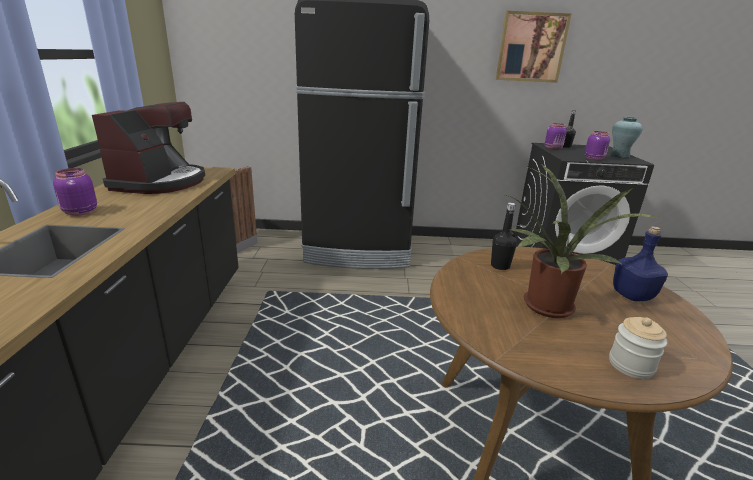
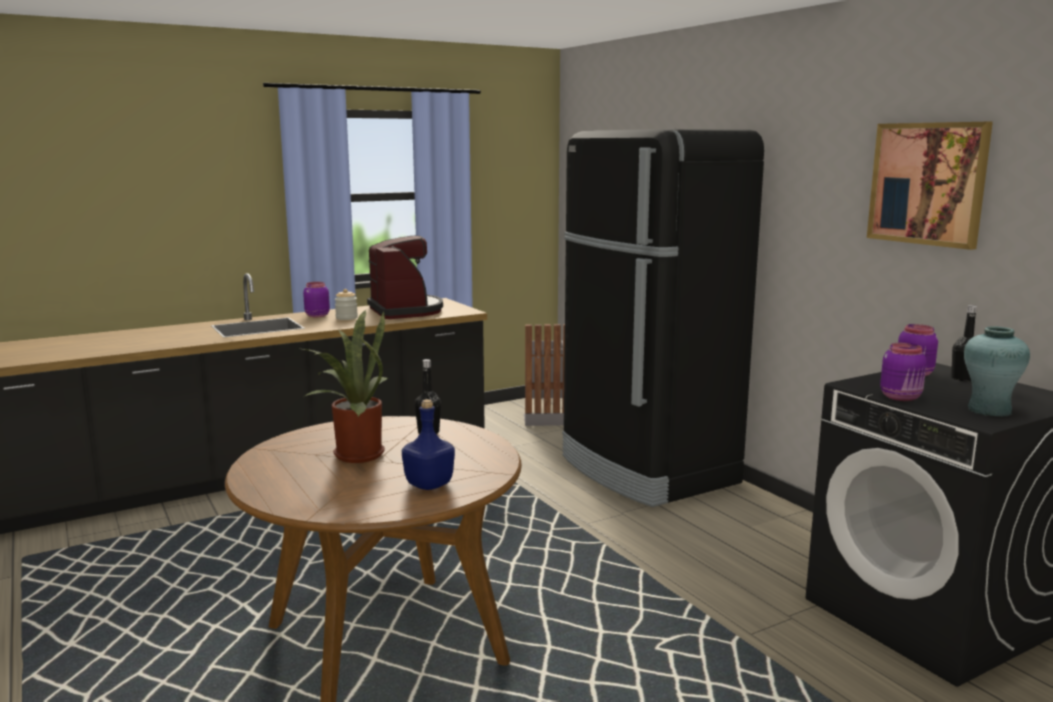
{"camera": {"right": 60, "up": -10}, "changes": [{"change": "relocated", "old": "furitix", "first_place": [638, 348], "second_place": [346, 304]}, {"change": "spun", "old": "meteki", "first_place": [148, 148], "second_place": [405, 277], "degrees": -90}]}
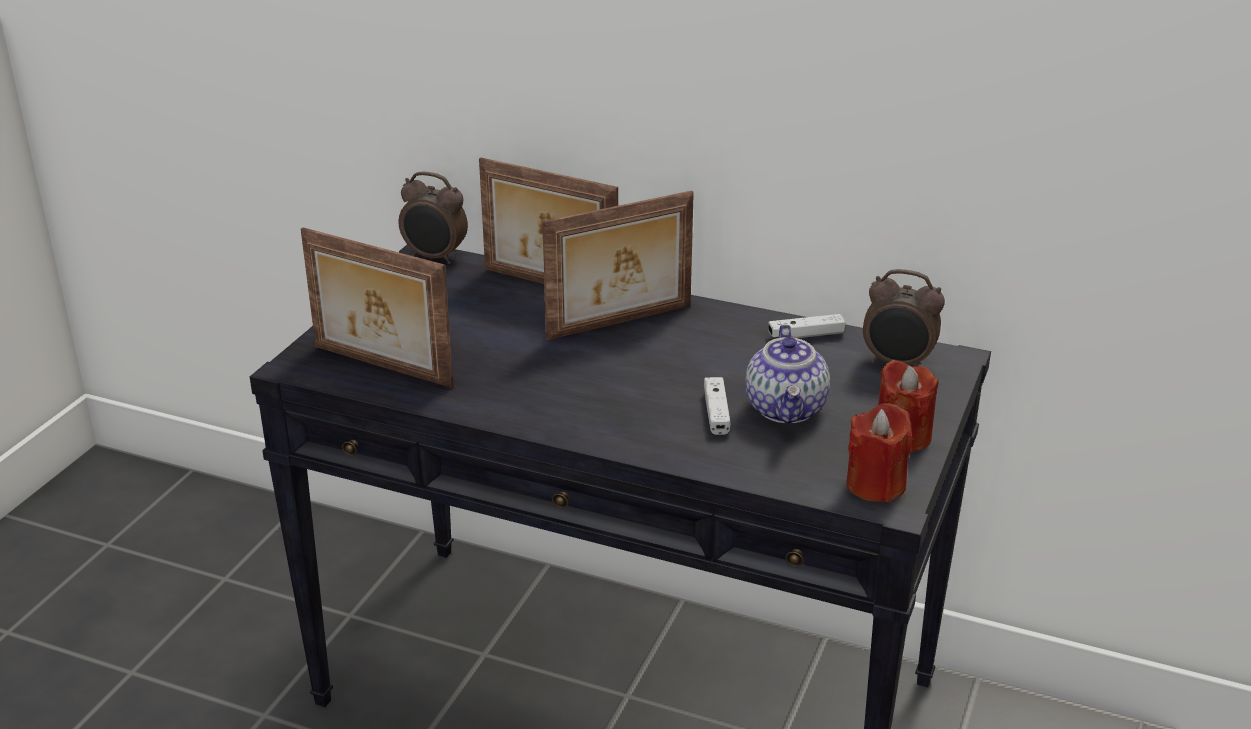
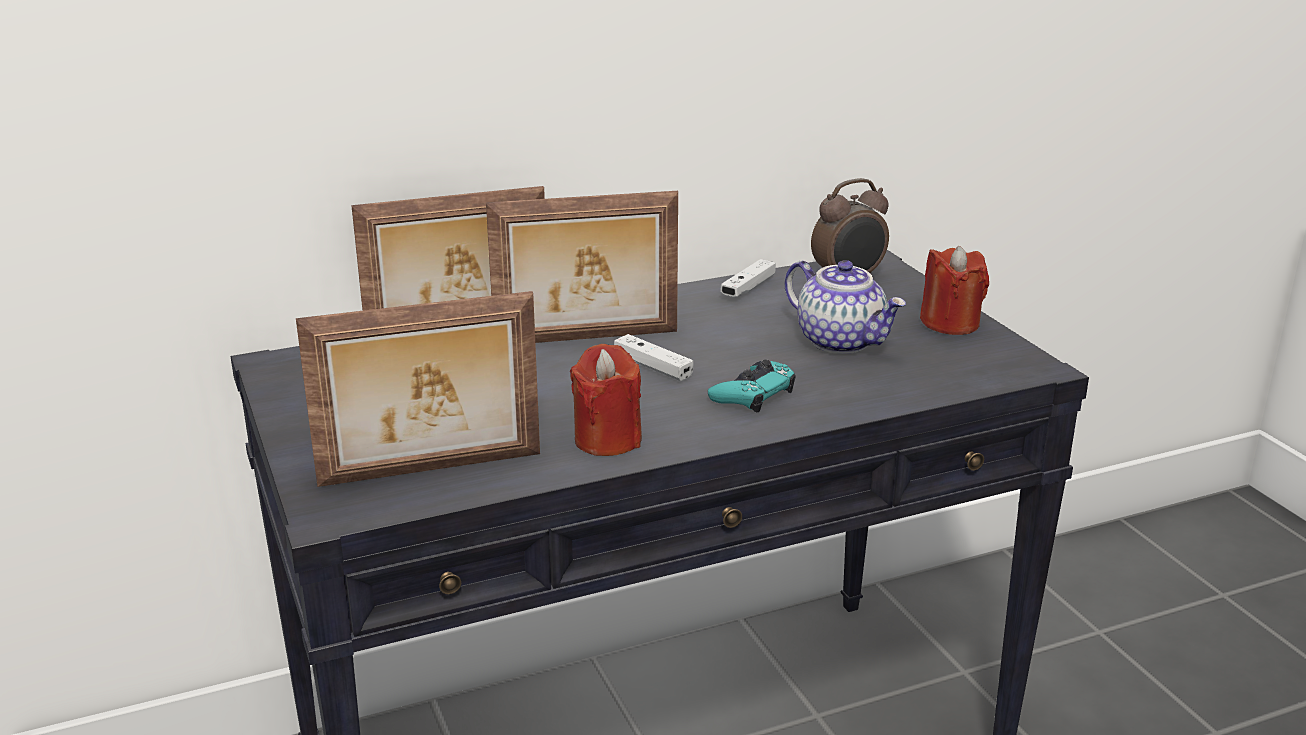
{"camera": {"right": -45, "up": -5}, "changes": [{"change": "missing", "old": "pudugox", "first_place": [433, 217]}, {"change": "appeared", "new": "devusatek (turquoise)", "second_place": [752, 385]}, {"change": "relocated", "old": "devusatek (white)", "first_place": [717, 406], "second_place": [653, 357]}, {"change": "relocated", "old": "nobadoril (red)", "first_place": [879, 453], "second_place": [606, 400]}, {"change": "spun", "old": "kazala", "first_place": [618, 265], "second_place": [582, 267], "degrees": 60}]}
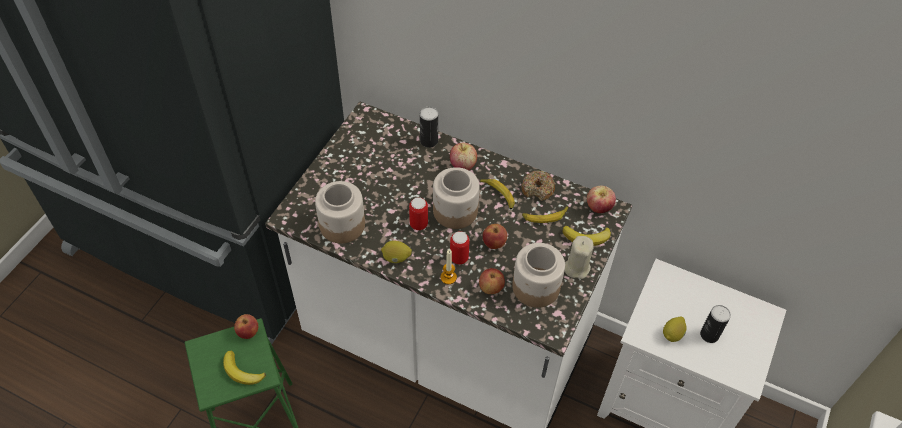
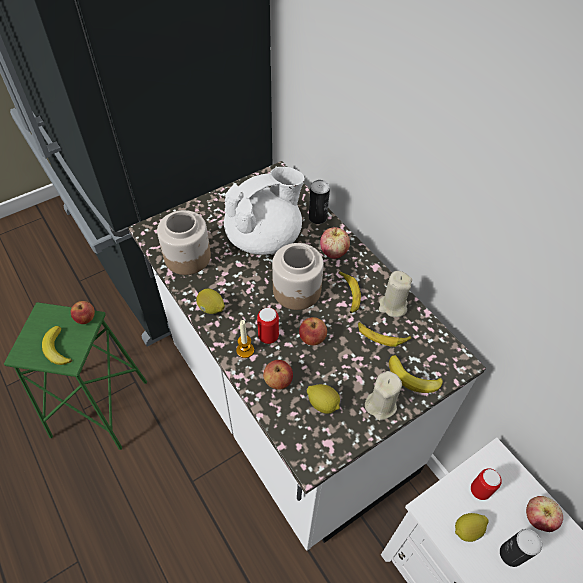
{"camera": {"right": 30, "up": 0}, "changes": [{"change": "appeared", "new": "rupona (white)", "second_place": [264, 211]}, {"change": "relocated", "old": "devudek", "first_place": [418, 213], "second_place": [486, 484]}, {"change": "relocated", "old": "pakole", "first_place": [601, 199], "second_place": [544, 514]}, {"change": "exchanged", "old": "furitix", "new": "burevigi", "first_place": [538, 275], "second_place": [323, 399]}, {"change": "exchanged", "old": "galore", "new": "nobadoril (beige)", "first_place": [538, 185], "second_place": [395, 294]}]}
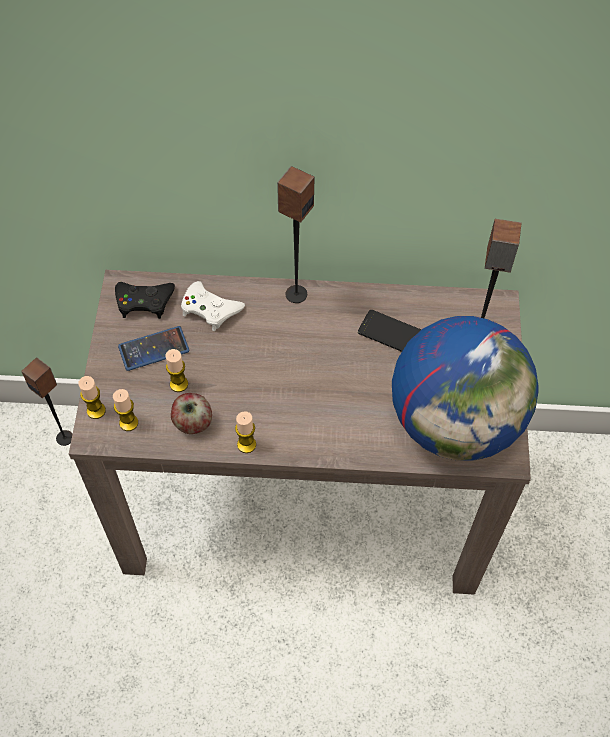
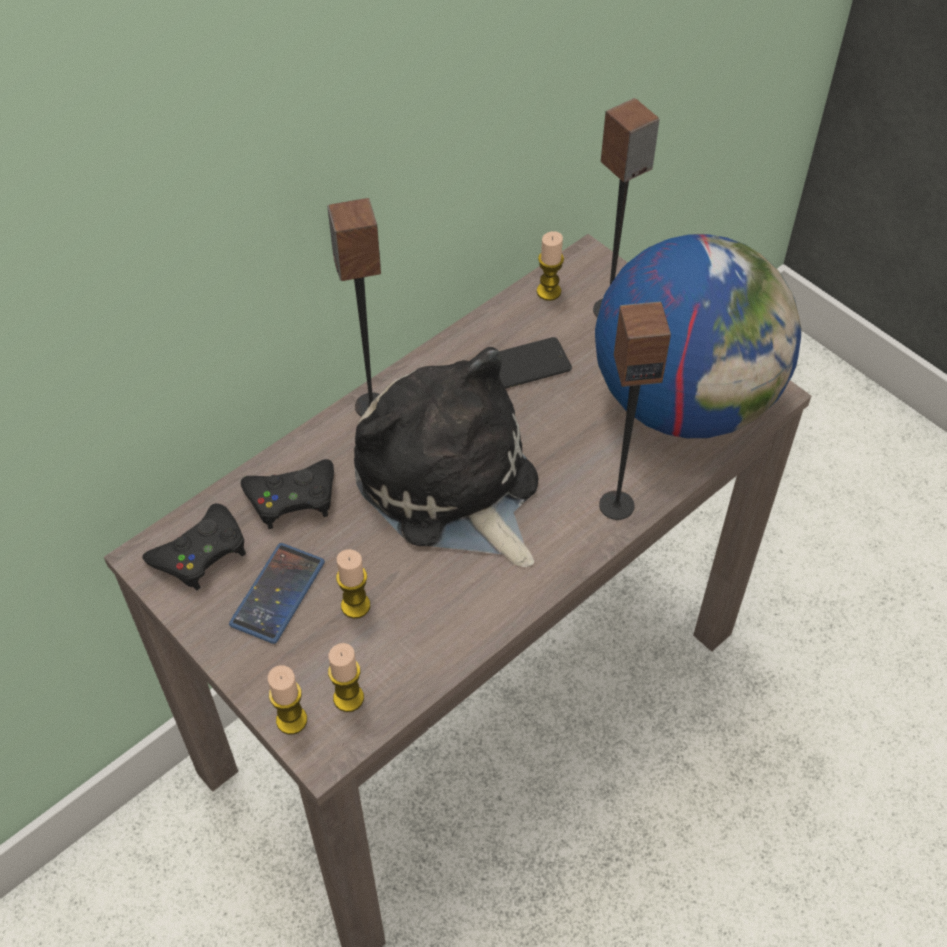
{"camera": {"right": -45, "up": -5}, "changes": [{"change": "missing", "old": "pakole", "first_place": [191, 413]}, {"change": "appeared", "new": "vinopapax", "second_place": [446, 457]}, {"change": "relocated", "old": "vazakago", "first_place": [46, 402], "second_place": [635, 410]}, {"change": "relocated", "old": "nobadoril", "first_place": [245, 432], "second_place": [550, 266]}, {"change": "colour", "old": "devusatek (white)", "new": "devusatek (black)", "first_place": [213, 306], "second_place": [287, 494]}]}
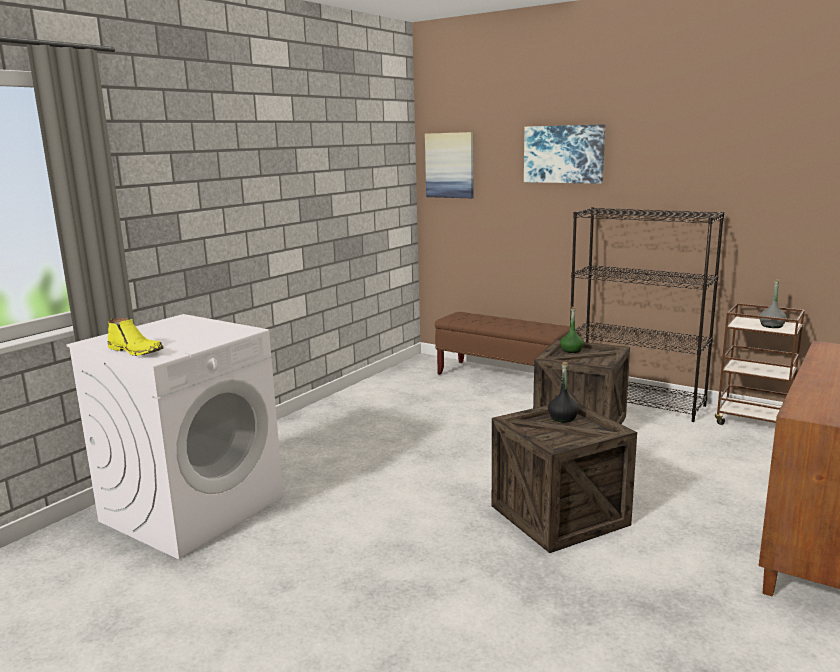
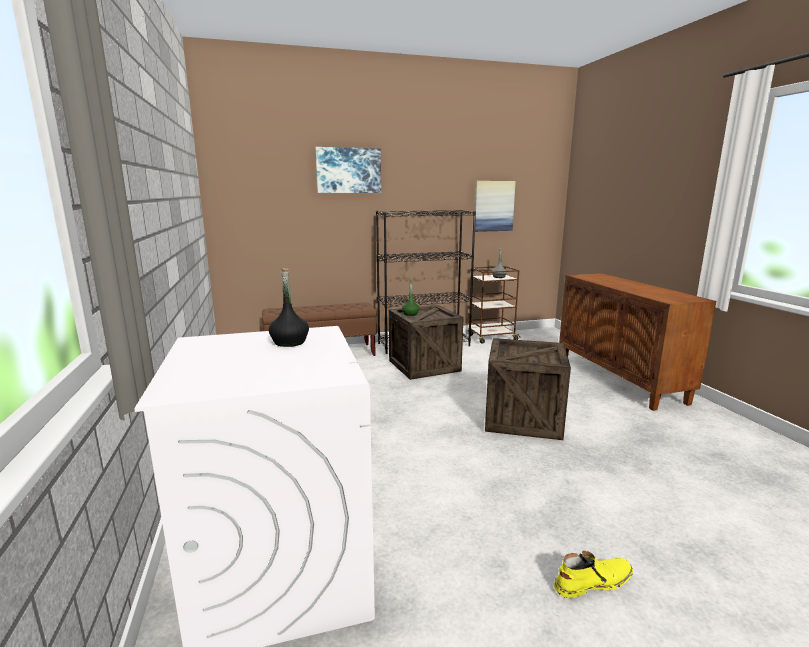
{"camera": {"right": -50, "up": 0}, "changes": [{"change": "relocated", "old": "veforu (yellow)", "first_place": [136, 337], "second_place": [593, 574]}, {"change": "relocated", "old": "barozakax", "first_place": [449, 165], "second_place": [495, 206]}, {"change": "relocated", "old": "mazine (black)", "first_place": [563, 392], "second_place": [289, 307]}]}
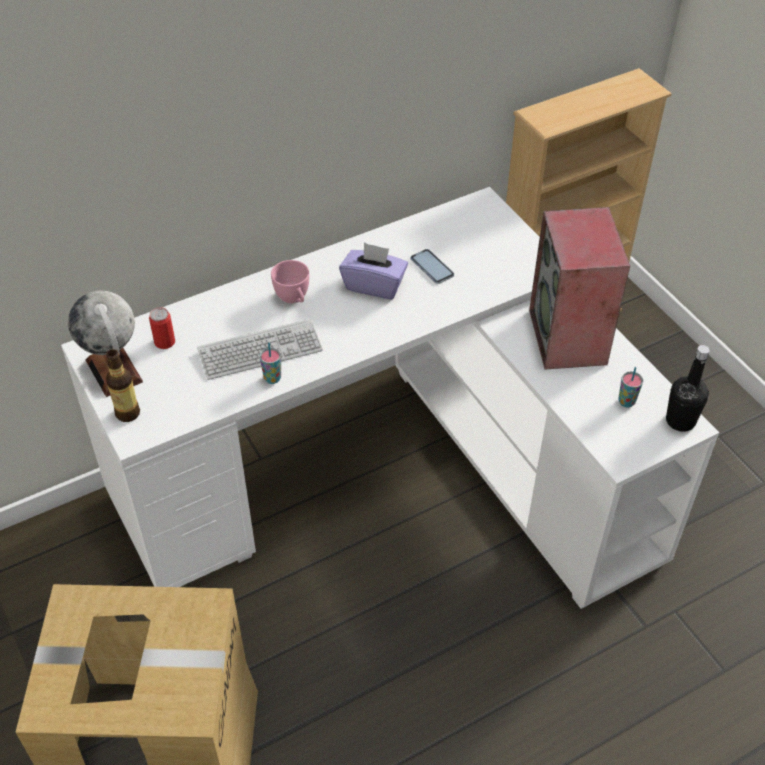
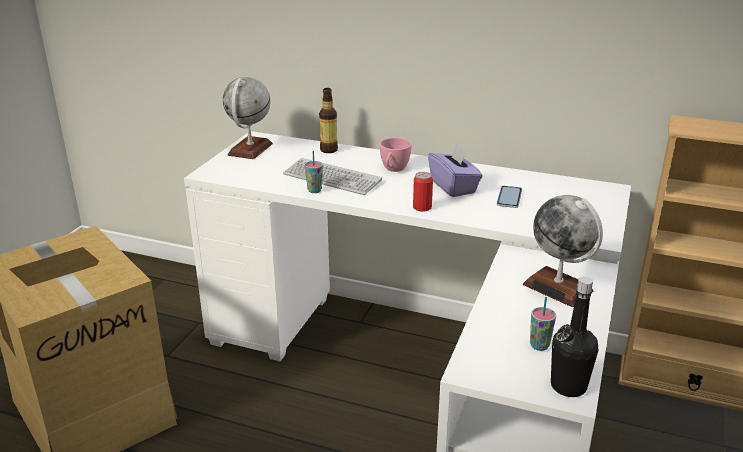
{"camera": {"right": 50, "up": -20}, "changes": [{"change": "relocated", "old": "mazine", "first_place": [123, 385], "second_place": [328, 120]}, {"change": "relocated", "old": "devudek", "first_place": [162, 328], "second_place": [423, 192]}, {"change": "exchanged", "old": "vazakago", "new": "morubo", "first_place": [579, 288], "second_place": [563, 251]}]}
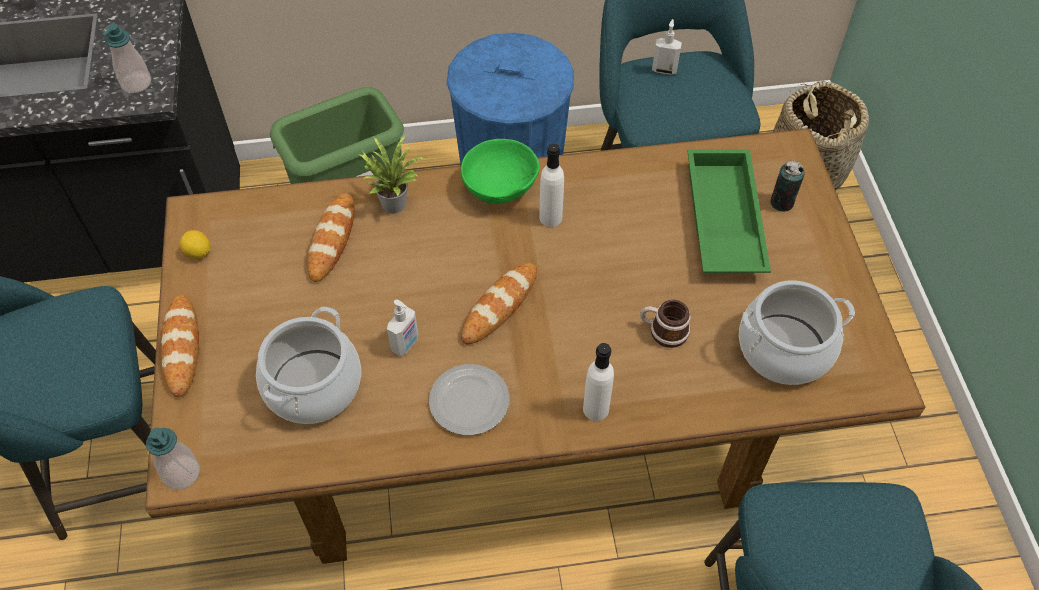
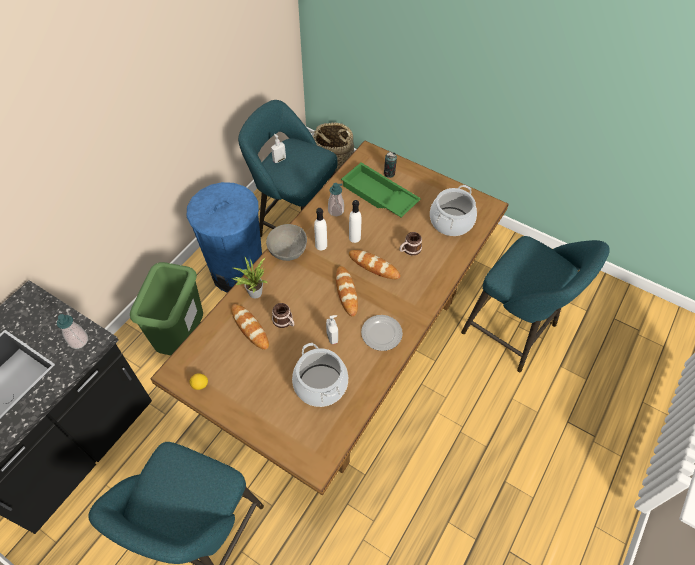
{"camera": {"right": -50, "up": 0}, "changes": [{"change": "appeared", "new": "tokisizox", "second_place": [283, 315]}, {"change": "relocated", "old": "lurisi", "first_place": [173, 459], "second_place": [336, 199]}, {"change": "relocated", "old": "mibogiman", "first_place": [180, 346], "second_place": [374, 264]}, {"change": "relocated", "old": "mazine (white)", "first_place": [598, 382], "second_place": [355, 221]}, {"change": "colour", "old": "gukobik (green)", "new": "gukobik (grey)", "first_place": [500, 171], "second_place": [286, 242]}]}
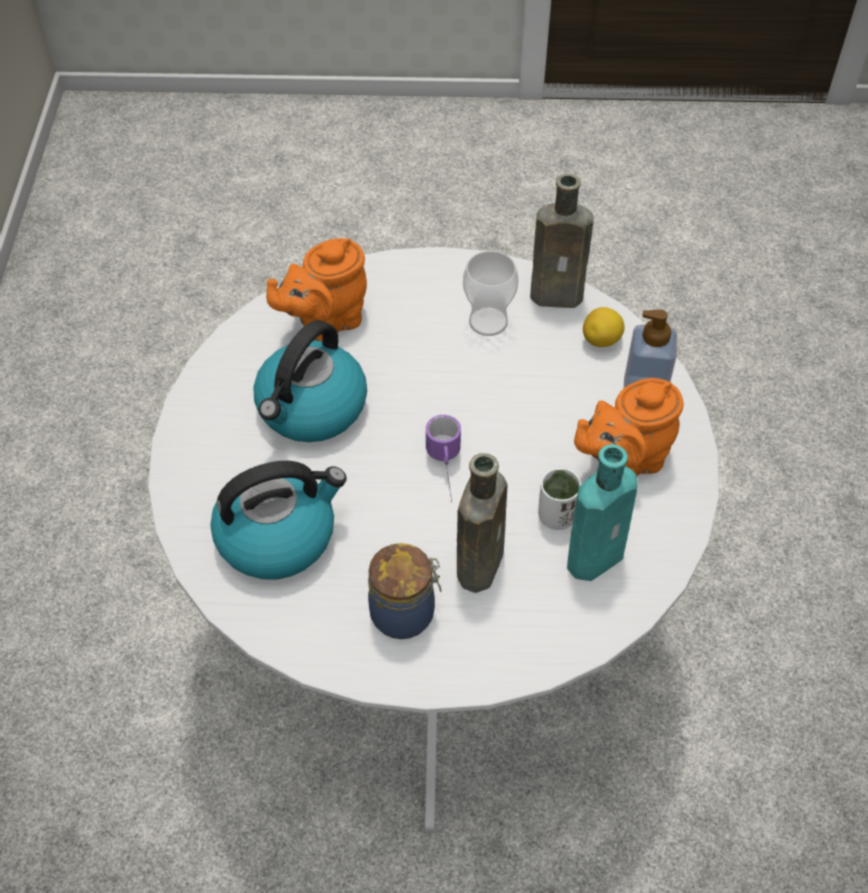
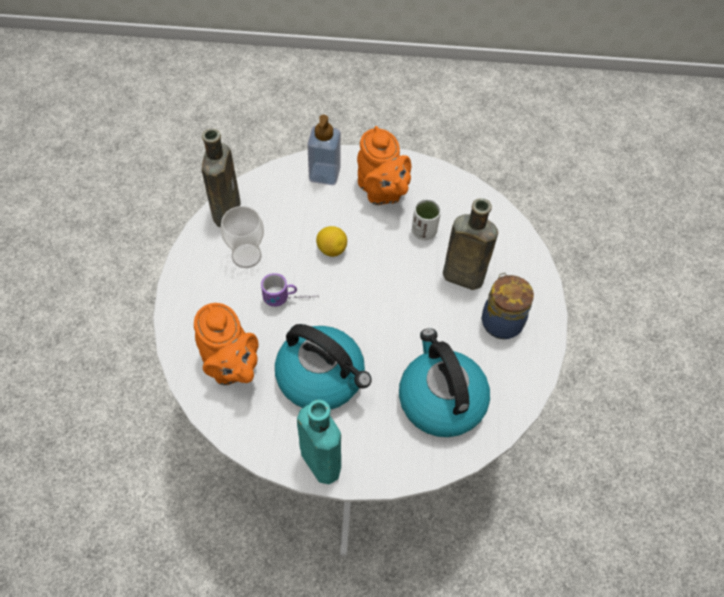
{"camera": {"right": -90, "up": 5}, "changes": [{"change": "relocated", "old": "tokisizox", "first_place": [443, 458], "second_place": [290, 290]}, {"change": "relocated", "old": "mazine (turquoise)", "first_place": [602, 512], "second_place": [319, 441]}, {"change": "relocated", "old": "burevigi", "first_place": [604, 327], "second_place": [331, 241]}]}
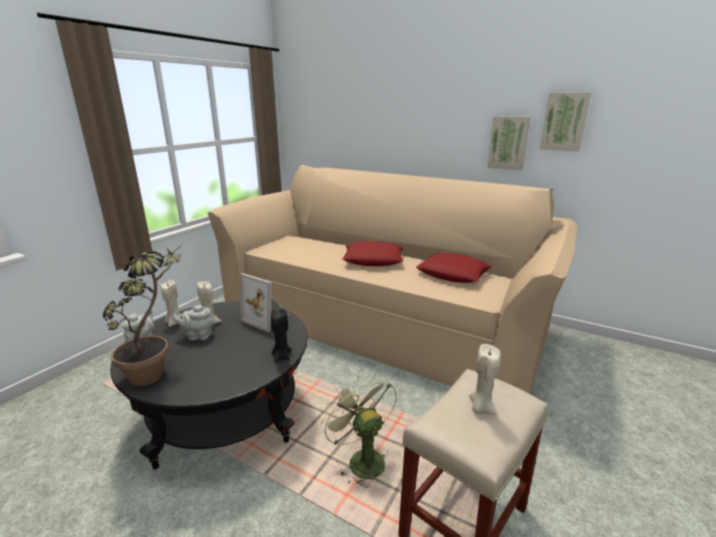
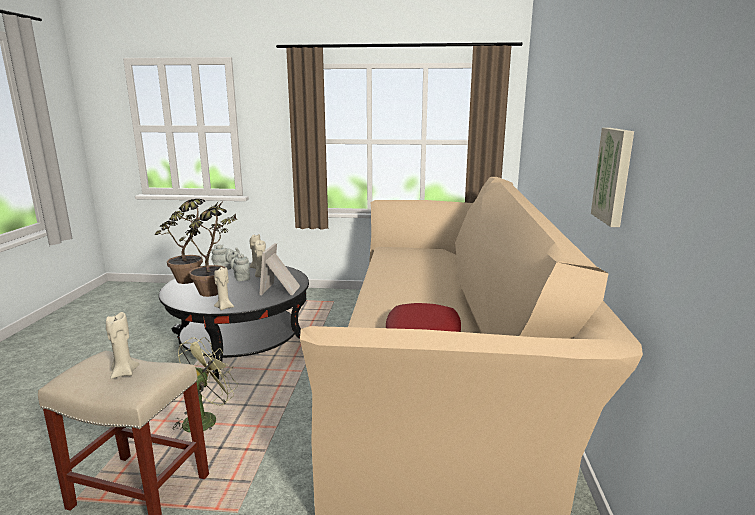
{"camera": {"right": 65, "up": -5}, "changes": [{"change": "missing", "old": "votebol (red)", "first_place": [373, 253]}, {"change": "missing", "old": "barozakax", "first_place": [565, 122]}, {"change": "appeared", "new": "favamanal", "second_place": [208, 252]}, {"change": "colour", "old": "nobadoril (black)", "new": "nobadoril (beige)", "first_place": [281, 335], "second_place": [224, 288]}]}
